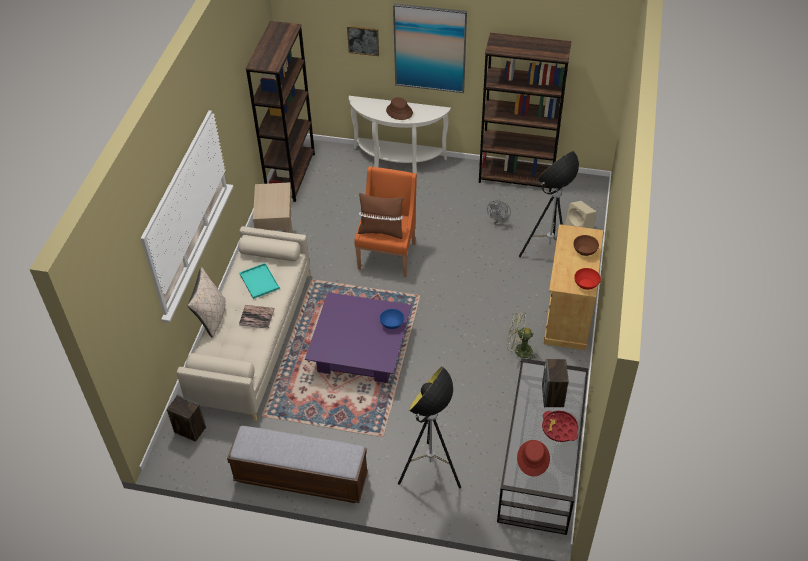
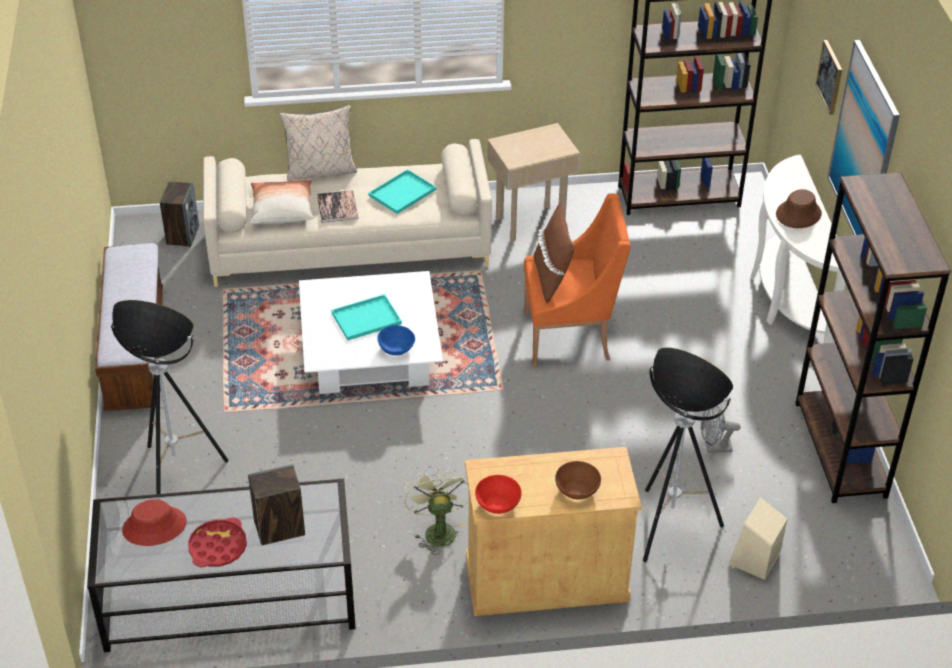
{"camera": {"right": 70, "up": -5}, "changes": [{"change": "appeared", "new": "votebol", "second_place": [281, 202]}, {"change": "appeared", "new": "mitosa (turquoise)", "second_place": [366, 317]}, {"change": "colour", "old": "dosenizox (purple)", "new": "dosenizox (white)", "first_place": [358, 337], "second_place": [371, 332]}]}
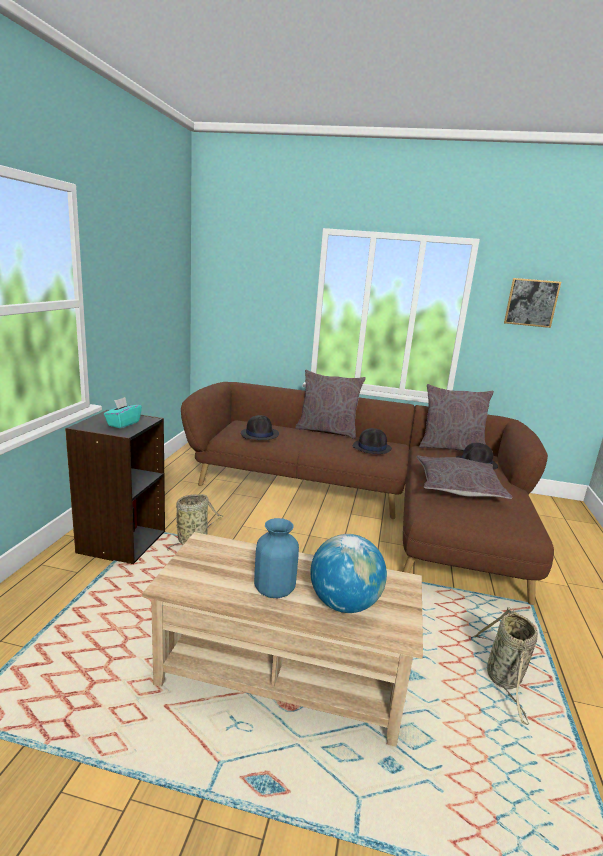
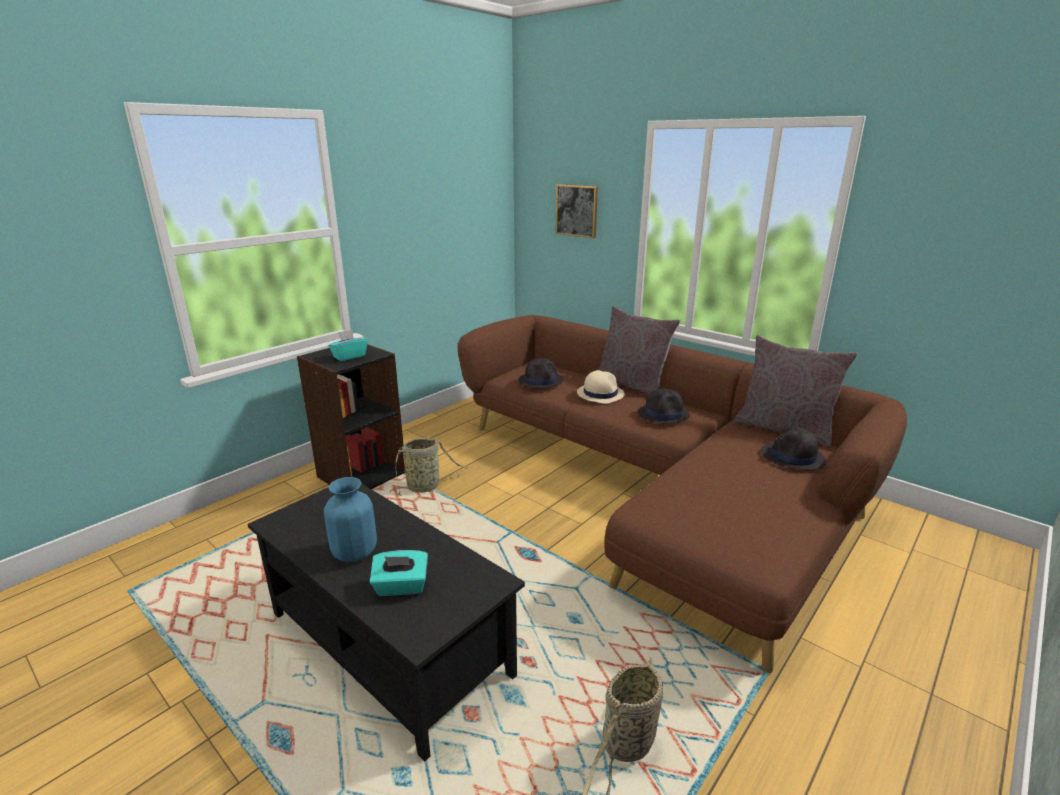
{"camera": {"right": 30, "up": 5}, "changes": [{"change": "missing", "old": "votebol (grey)", "first_place": [464, 477]}, {"change": "appeared", "new": "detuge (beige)", "second_place": [601, 387]}, {"change": "relocated", "old": "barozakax", "first_place": [532, 303], "second_place": [577, 211]}, {"change": "exchanged", "old": "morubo", "new": "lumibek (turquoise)", "first_place": [348, 573], "second_place": [399, 573]}, {"change": "colour", "old": "dosenizox (beige)", "new": "dosenizox (black)", "first_place": [282, 639], "second_place": [386, 622]}]}
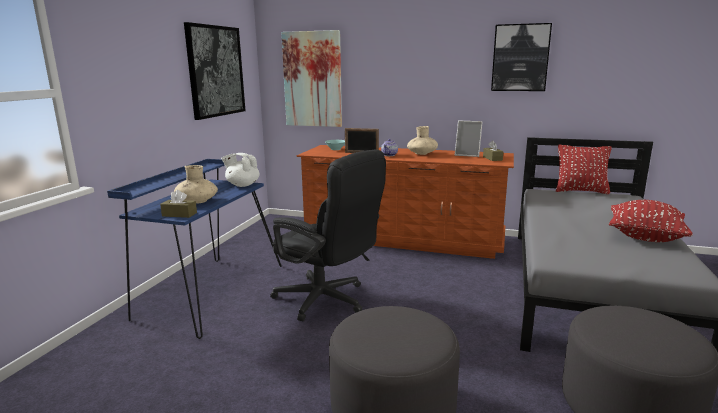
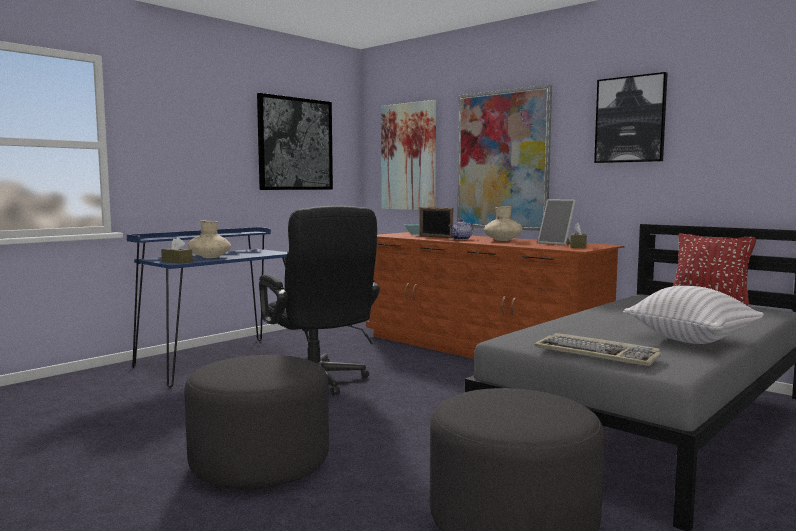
{"camera": {"right": 25, "up": -10}, "changes": [{"change": "missing", "old": "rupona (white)", "first_place": [240, 170]}, {"change": "appeared", "new": "barozakax", "second_place": [504, 158]}, {"change": "appeared", "new": "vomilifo", "second_place": [597, 349]}, {"change": "colour", "old": "votebol (red)", "new": "votebol (white)", "first_place": [651, 221], "second_place": [693, 315]}]}
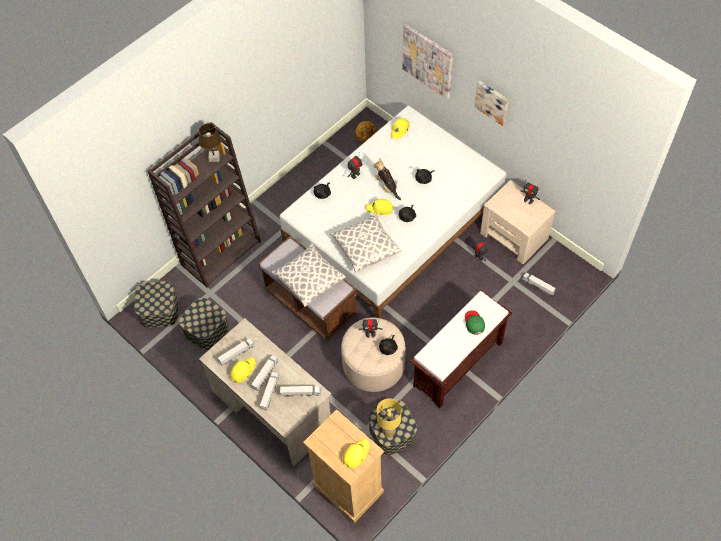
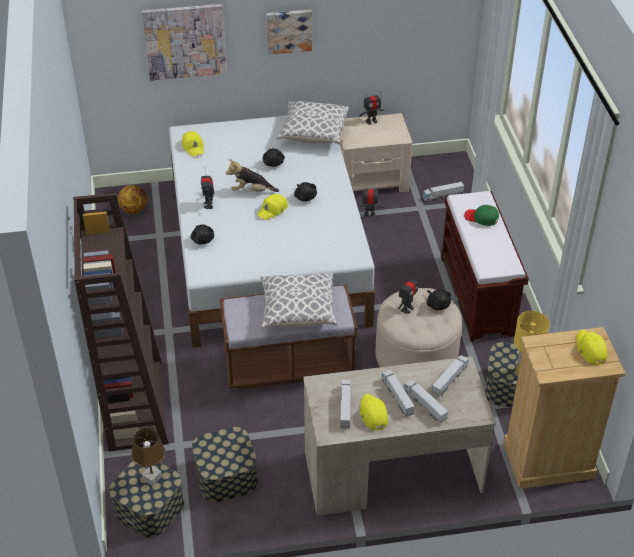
{"camera": {"right": -55, "up": -15}, "changes": [{"change": "relocated", "old": "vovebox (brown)", "first_place": [210, 142], "second_place": [148, 457]}, {"change": "relocated", "old": "votebol", "first_place": [365, 243], "second_place": [312, 123]}]}
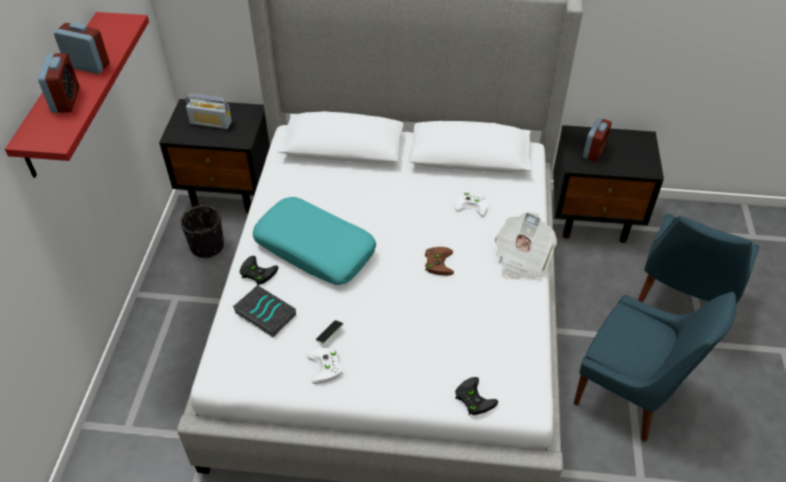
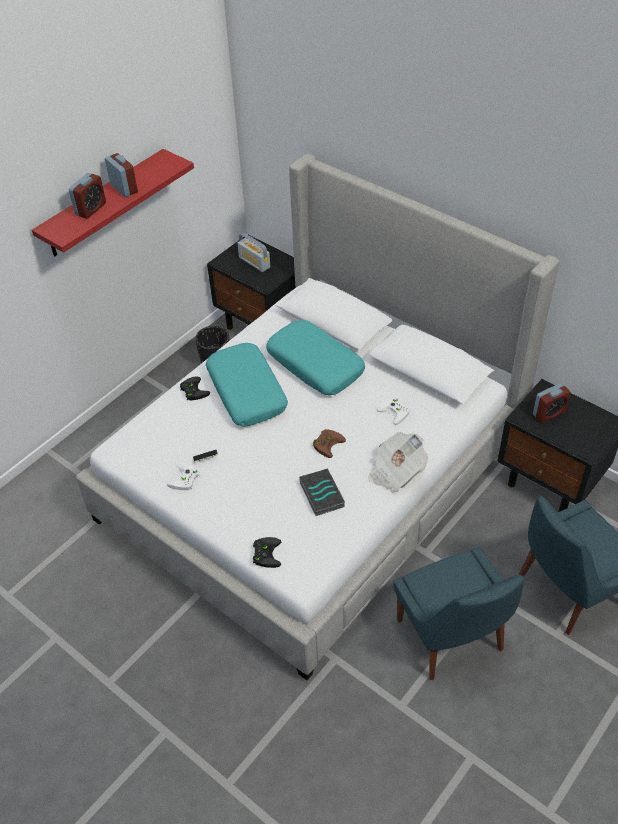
{"camera": {"right": 35, "up": 0}, "changes": [{"change": "appeared", "new": "votebol (turquoise)", "second_place": [315, 357]}, {"change": "relocated", "old": "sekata", "first_place": [264, 311], "second_place": [322, 492]}]}
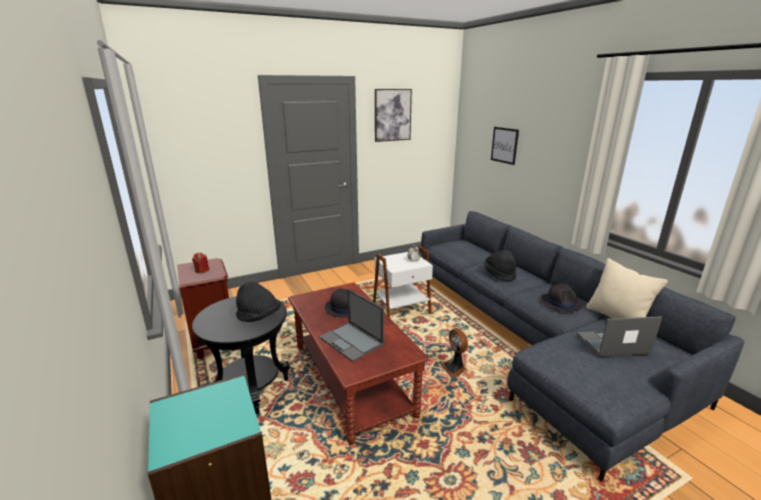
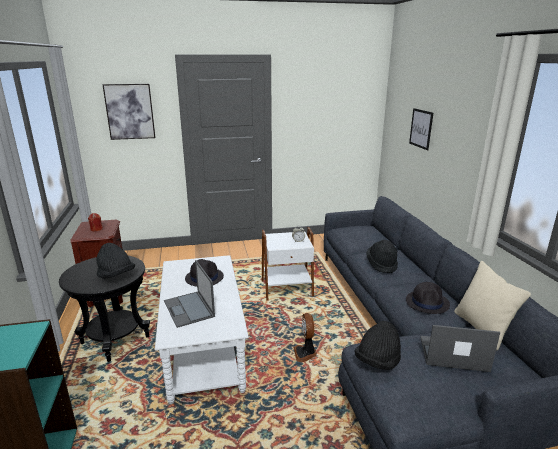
{"camera": {"right": 15, "up": 0}, "changes": [{"change": "appeared", "new": "detuge (black)", "second_place": [377, 345]}, {"change": "relocated", "old": "barozakax", "first_place": [393, 115], "second_place": [128, 112]}, {"change": "colour", "old": "dosenizox (brown)", "new": "dosenizox (white)", "first_place": [359, 363], "second_place": [202, 329]}]}
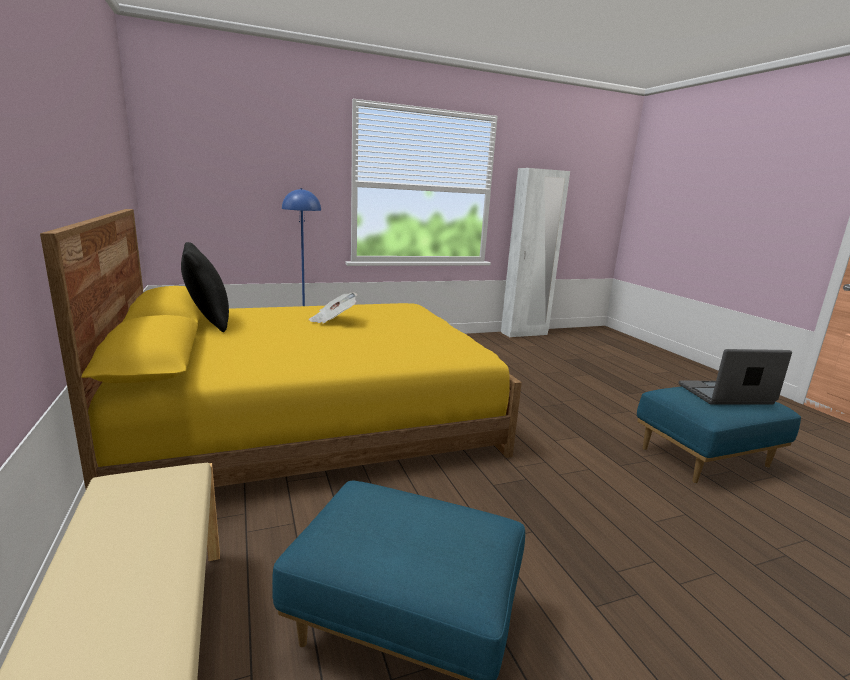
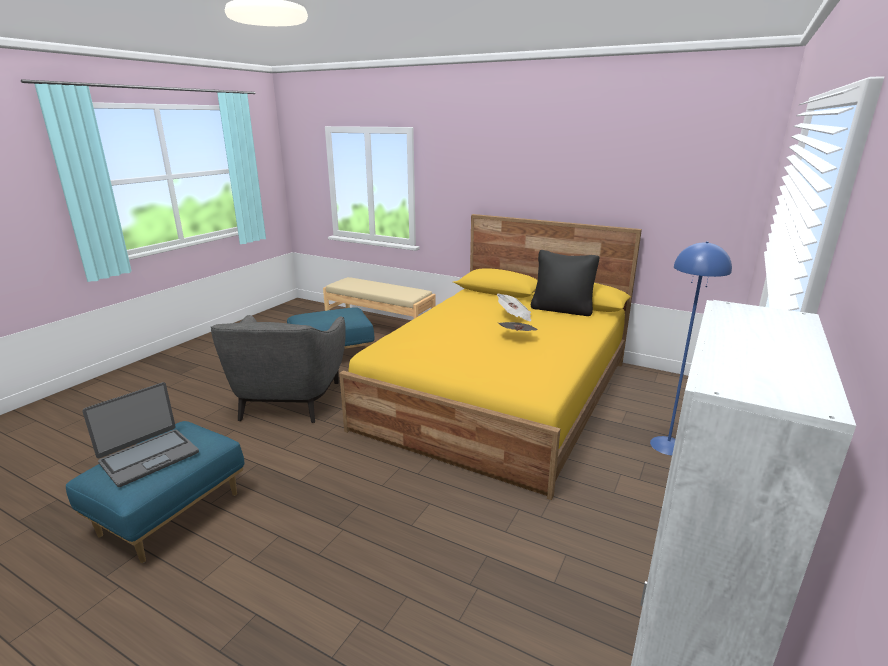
{"camera": {"right": 140, "up": 5}, "changes": [{"change": "appeared", "new": "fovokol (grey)", "second_place": [278, 369]}, {"change": "appeared", "new": "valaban", "second_place": [514, 307]}]}
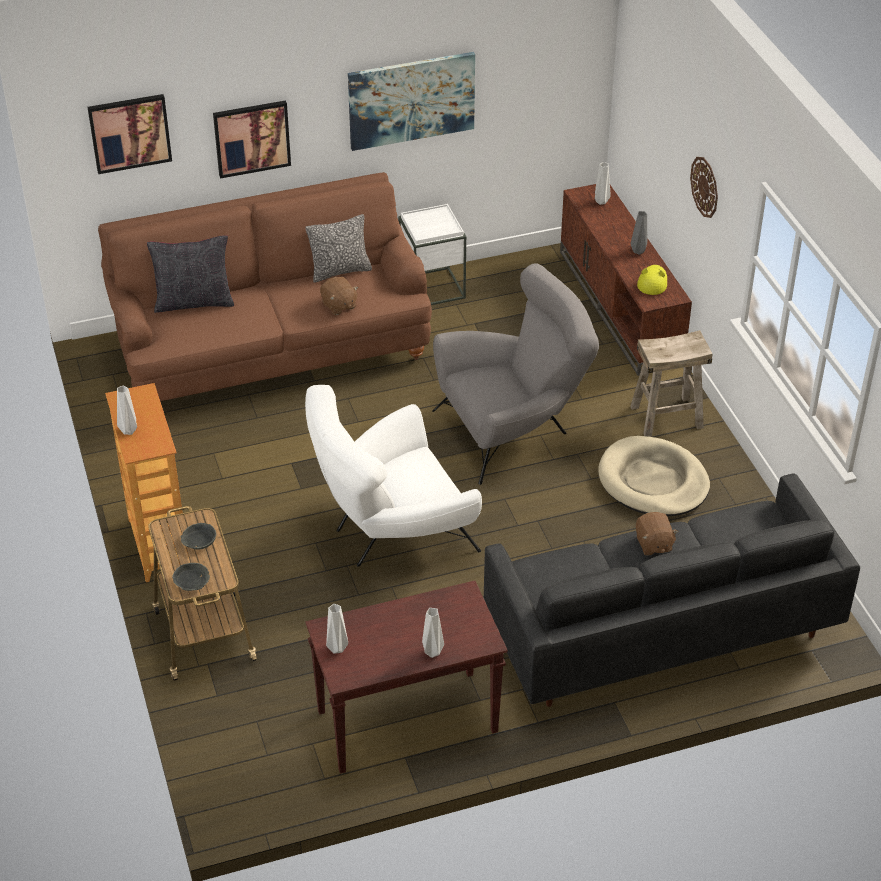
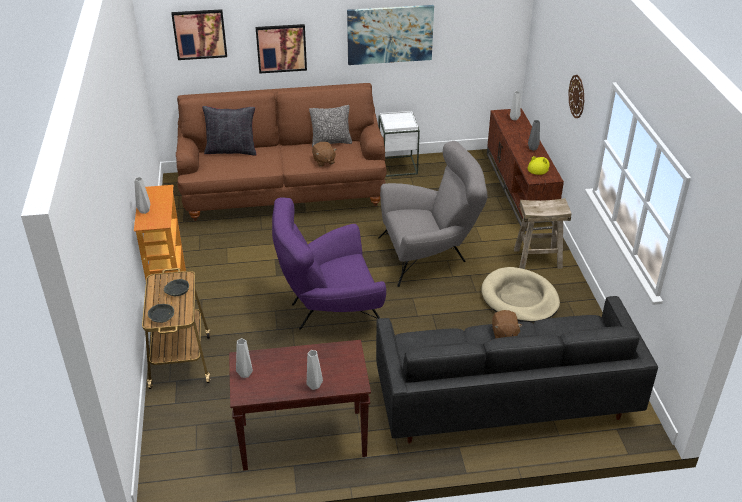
{"camera": {"right": 10, "up": -5}, "changes": [{"change": "colour", "old": "fovokol (white)", "new": "fovokol (purple)", "first_place": [393, 475], "second_place": [329, 264]}]}
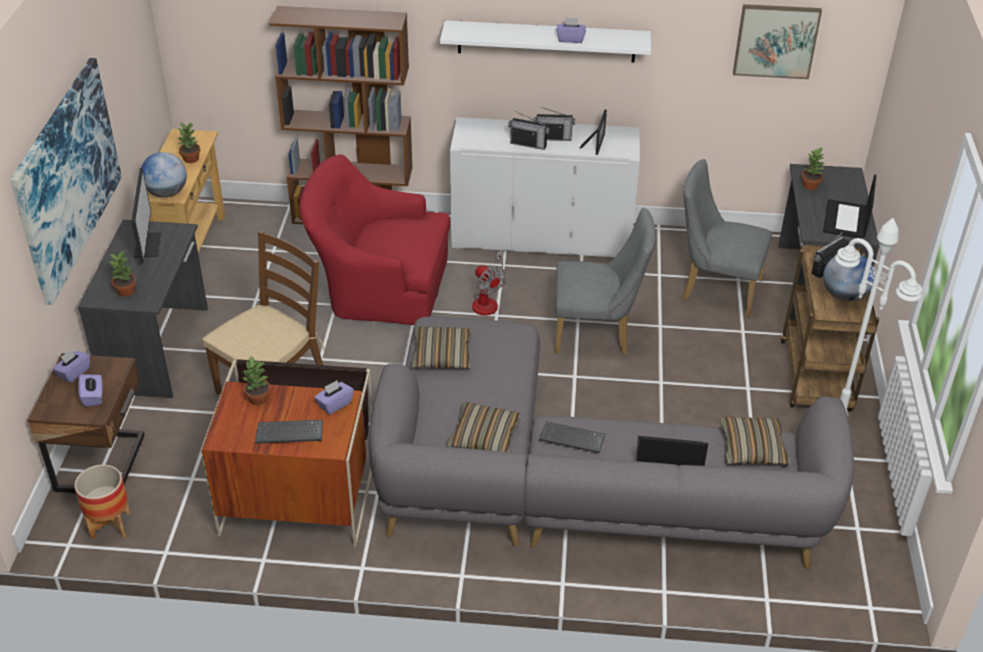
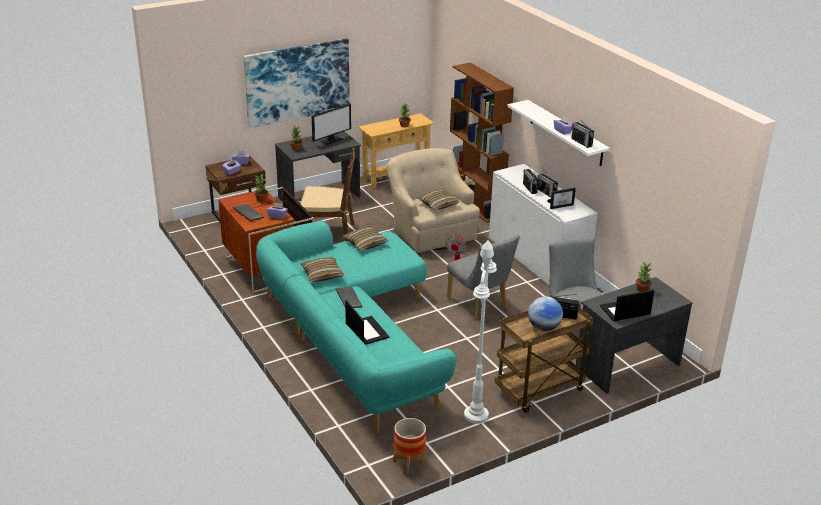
{"camera": {"right": 55, "up": -10}, "changes": [{"change": "missing", "old": "morubo", "first_place": [164, 175]}, {"change": "missing", "old": "barozakax", "first_place": [777, 41]}, {"change": "appeared", "new": "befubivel", "second_place": [582, 132]}, {"change": "relocated", "old": "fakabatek", "first_place": [102, 502], "second_place": [409, 446]}, {"change": "relocated", "old": "votebol", "first_place": [755, 441], "second_place": [438, 200]}, {"change": "colour", "old": "fovokol (red)", "new": "fovokol (beige)", "first_place": [374, 240], "second_place": [433, 200]}, {"change": "colour", "old": "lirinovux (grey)", "new": "lirinovux (turquoise)", "first_place": [611, 442], "second_place": [356, 327]}]}
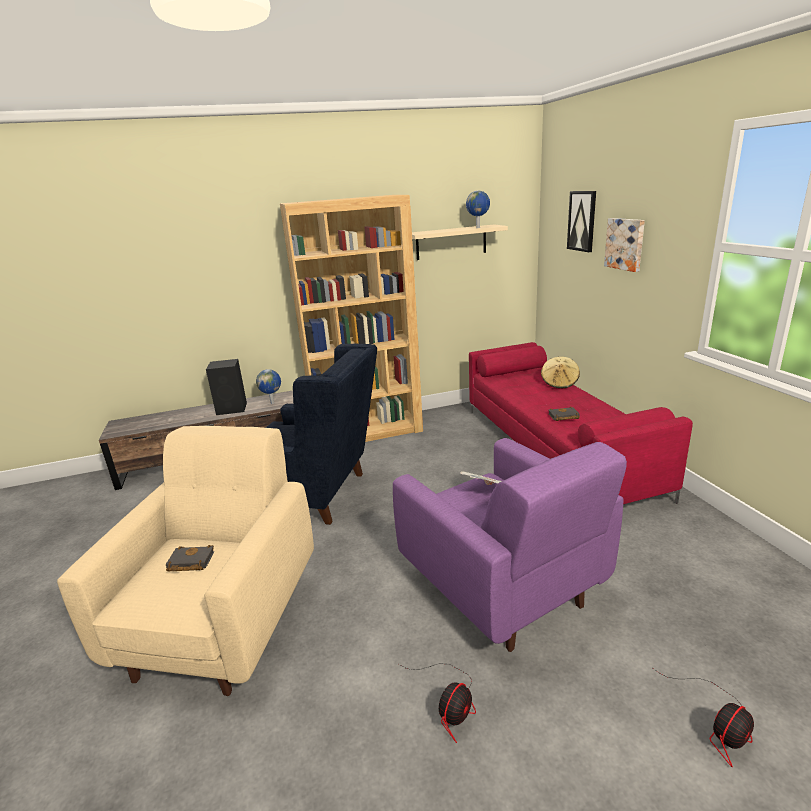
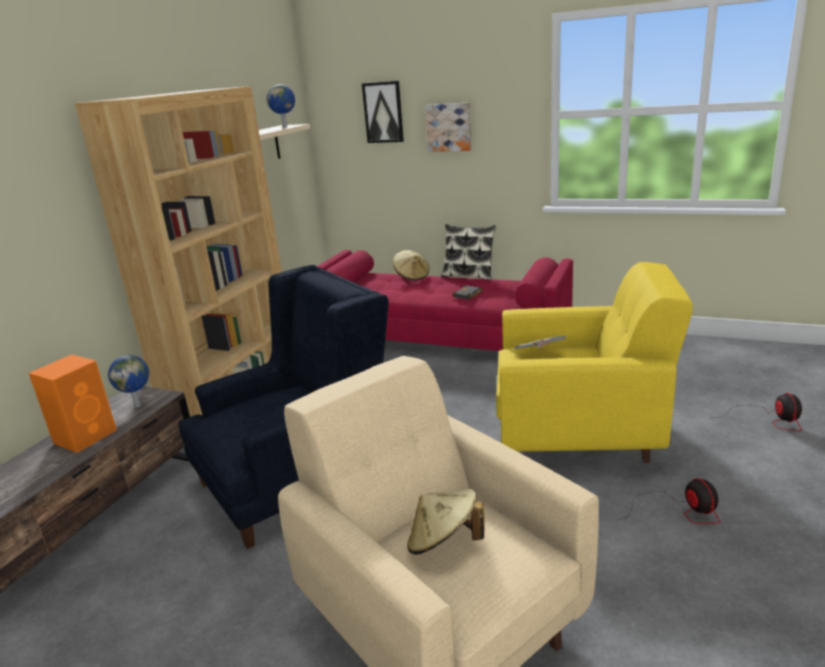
{"camera": {"right": -50, "up": 0}, "changes": [{"change": "appeared", "new": "votebol", "second_place": [468, 252]}, {"change": "exchanged", "old": "sekata (black)", "new": "detuge (beige)", "first_place": [190, 558], "second_place": [446, 522]}, {"change": "colour", "old": "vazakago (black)", "new": "vazakago (orange)", "first_place": [226, 387], "second_place": [73, 403]}, {"change": "colour", "old": "fovokol (purple)", "new": "fovokol (yellow)", "first_place": [510, 545], "second_place": [595, 362]}]}
